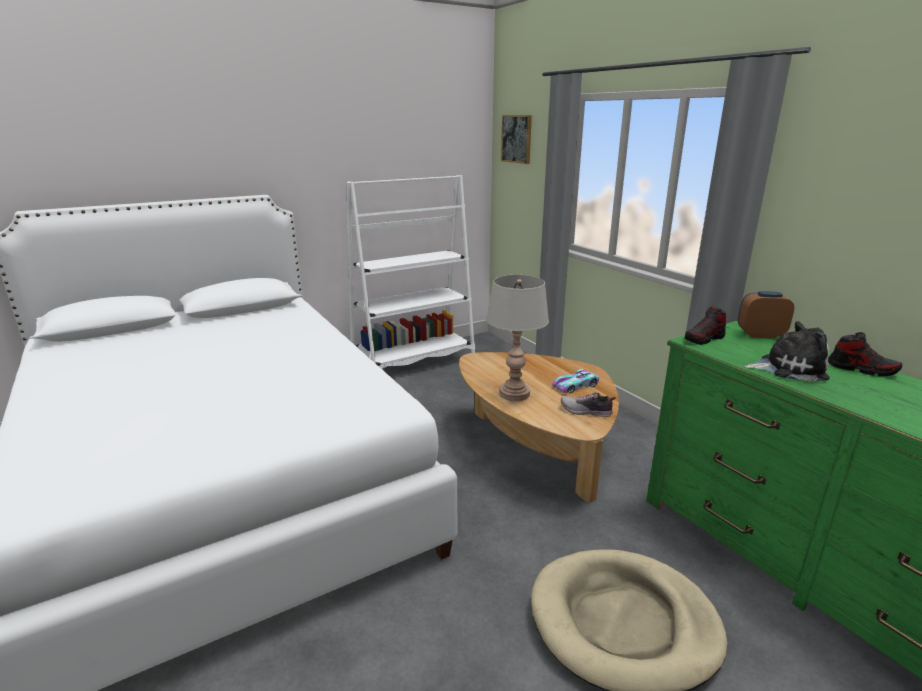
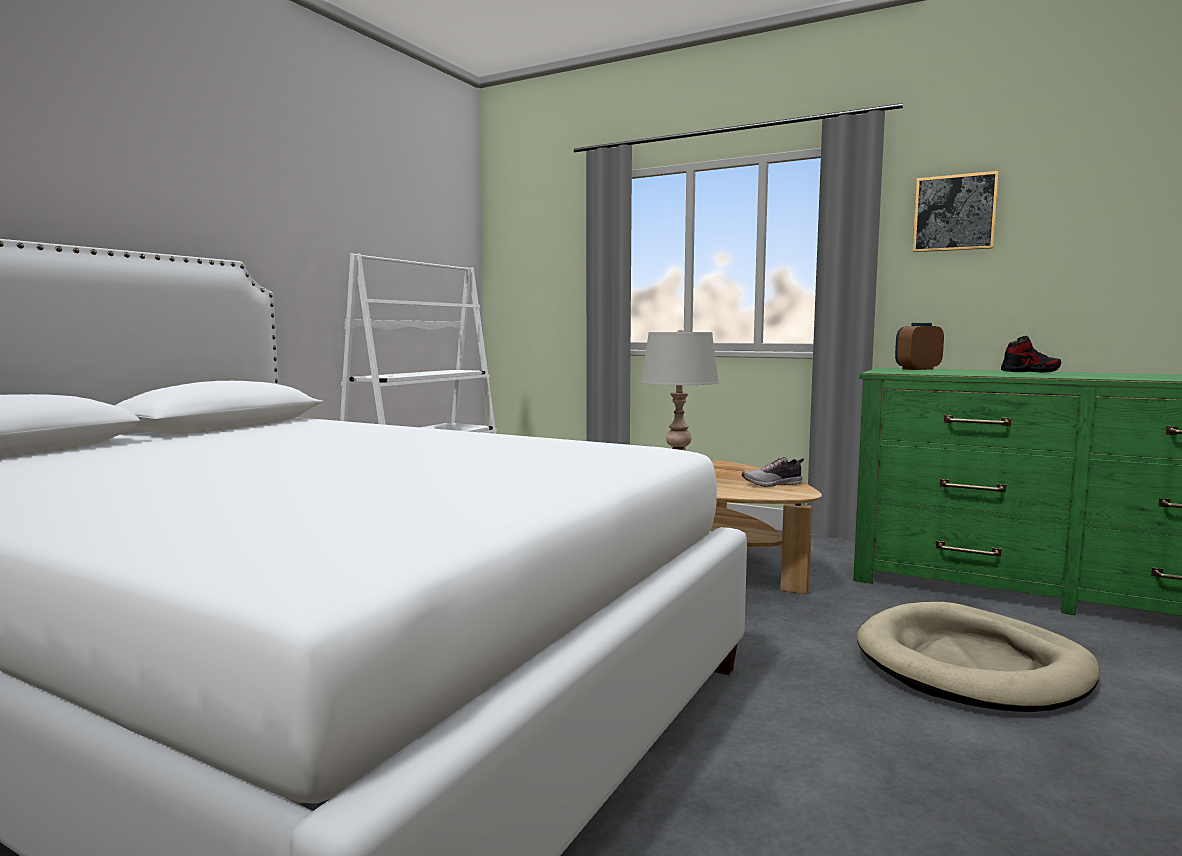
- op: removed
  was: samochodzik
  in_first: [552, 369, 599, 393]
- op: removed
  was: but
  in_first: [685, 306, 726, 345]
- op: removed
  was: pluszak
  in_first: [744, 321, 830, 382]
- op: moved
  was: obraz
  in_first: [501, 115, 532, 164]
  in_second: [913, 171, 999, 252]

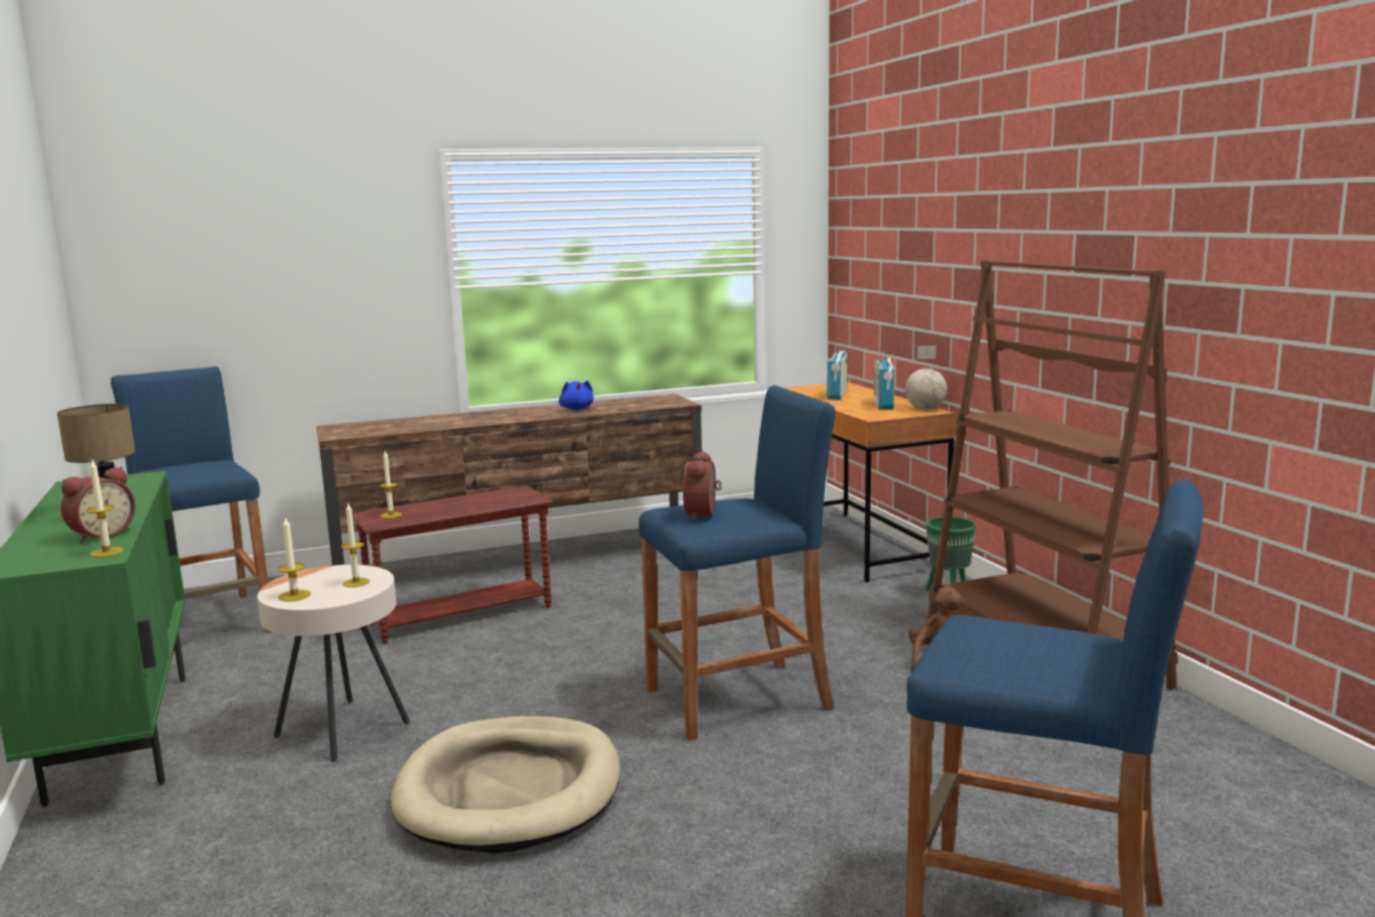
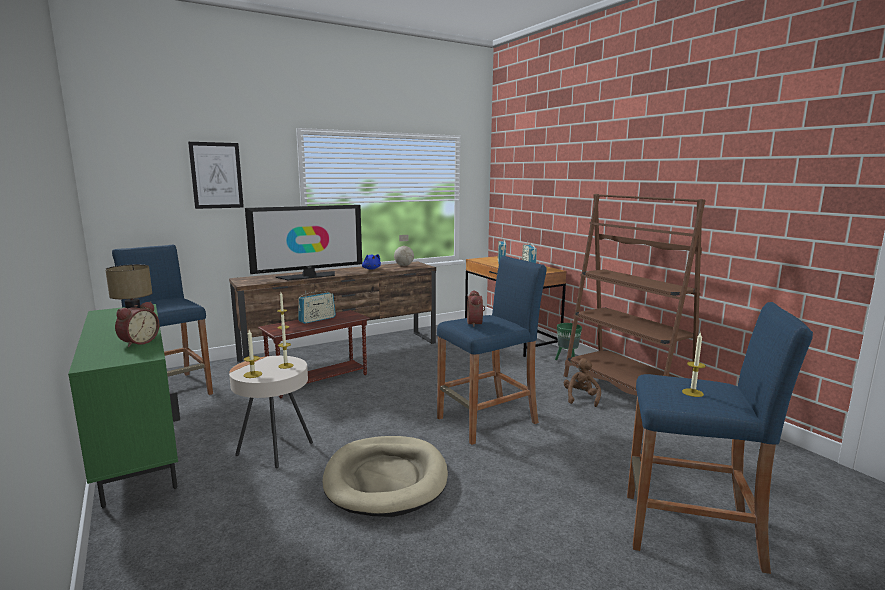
- op: added
  now: obraz
  in_second: [188, 142, 244, 209]
- op: added
  now: telewizor
  in_second: [245, 205, 362, 280]
- op: added
  now: radio
  in_second: [298, 291, 336, 324]
- op: moved
  was: świeca
  in_first: [86, 460, 124, 557]
  in_second: [682, 332, 706, 397]
- op: moved
  was: globus
  in_first: [905, 345, 947, 410]
  in_second: [394, 235, 414, 266]

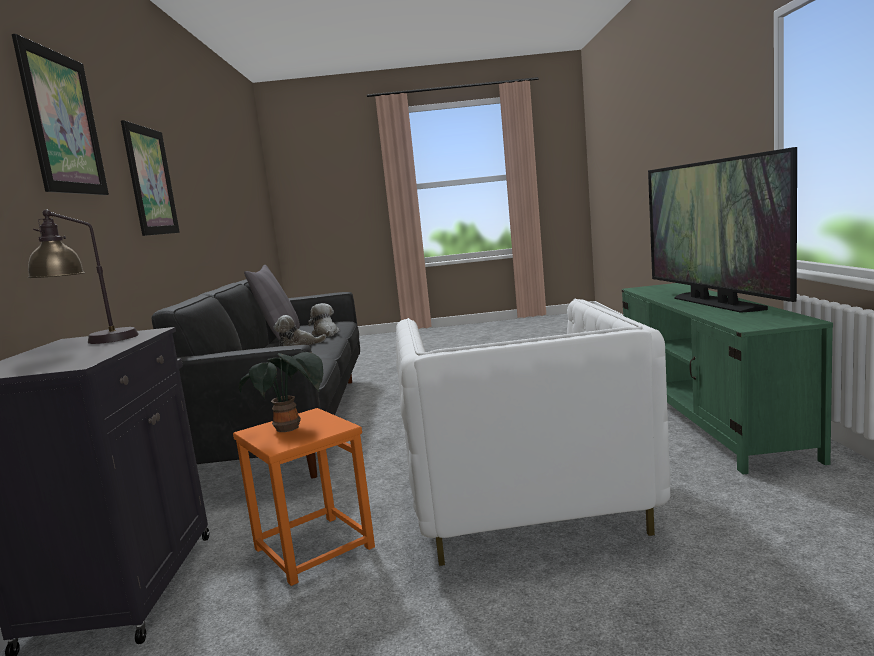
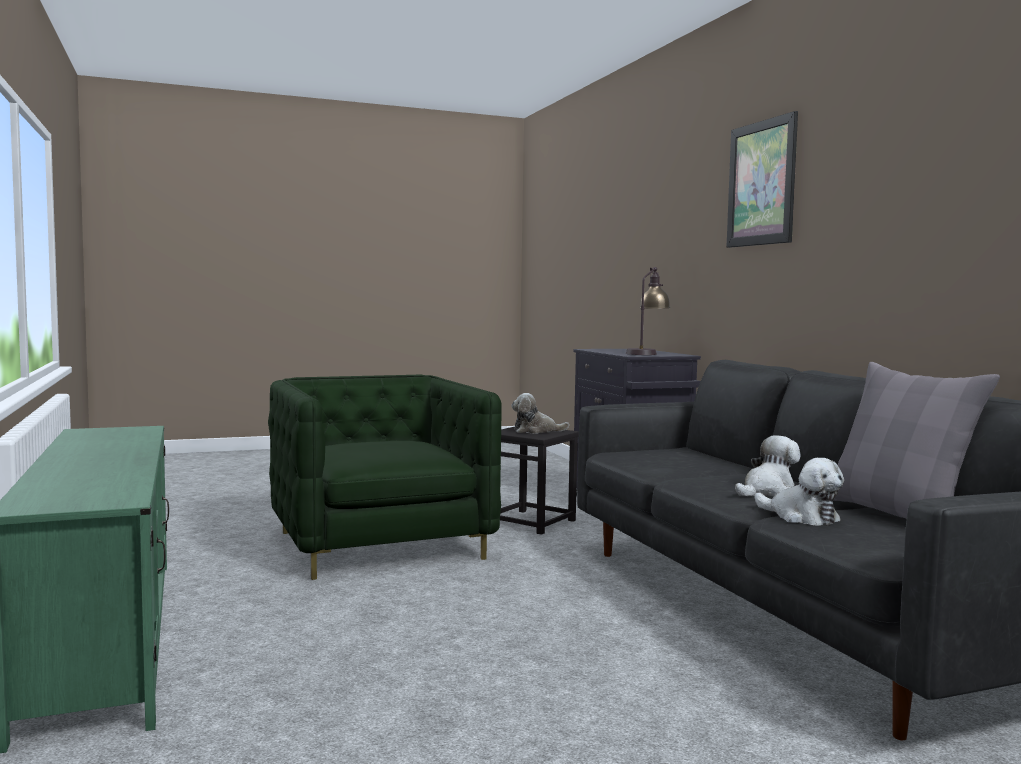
- op: removed
  was: obraz
  in_first: [121, 120, 180, 236]
- op: removed
  was: telewizor
  in_first: [648, 147, 797, 313]
- op: replaced
  was: roślina doniczkowa
  now: pluszak
  in_first: [239, 352, 323, 432]
  in_second: [511, 393, 569, 434]
- op: recoloured
  was: stołek/pomarańczowy
  now: stołek/czarny
  in_first: [233, 408, 375, 586]
  in_second: [500, 427, 579, 535]
- op: recoloured
  was: fotel/biały
  now: fotel/zielony
  in_first: [396, 299, 670, 566]
  in_second: [268, 375, 502, 580]

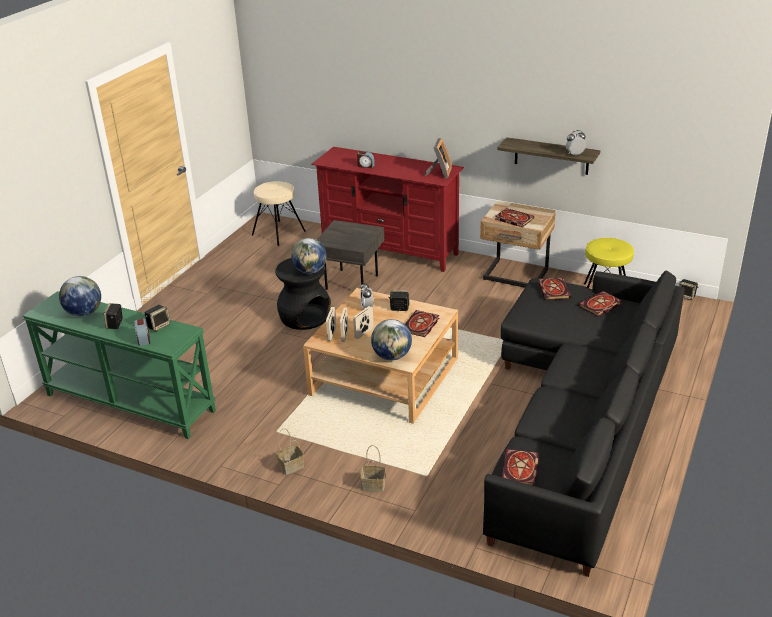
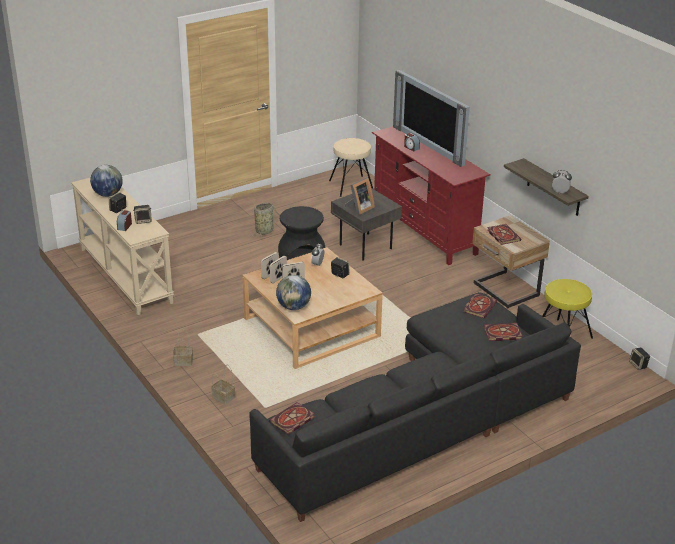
- op: removed
  was: globus
  in_first: [291, 238, 327, 274]
- op: removed
  was: książka
  in_first: [405, 310, 439, 337]
- op: added
  now: koszyk
  in_second: [250, 203, 280, 238]
- op: added
  now: telewizor
  in_second: [393, 70, 470, 167]
- op: moved
  was: ramka na zdjęcie
  in_first: [424, 138, 452, 179]
  in_second: [345, 178, 375, 215]
- op: recoloured
  was: stolik konsolowy/zielony
  now: stolik konsolowy/beżowy
  in_first: [23, 291, 216, 439]
  in_second: [71, 177, 174, 315]

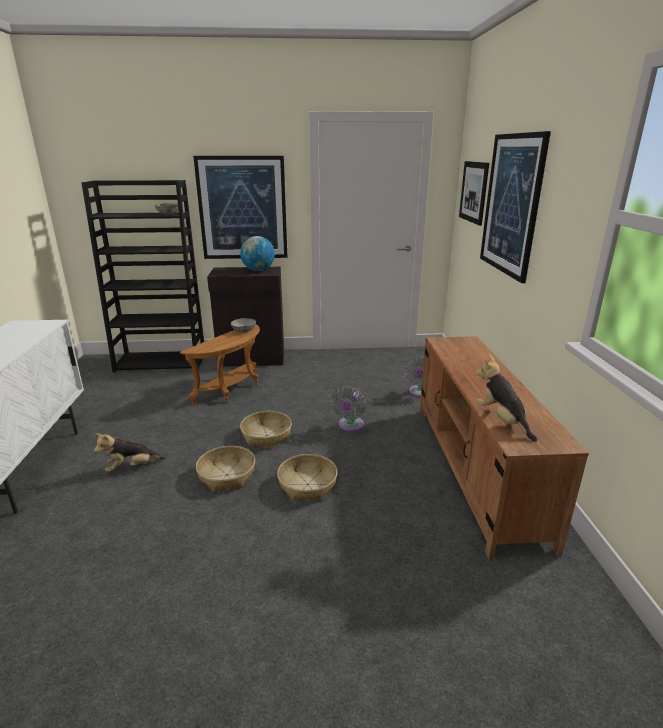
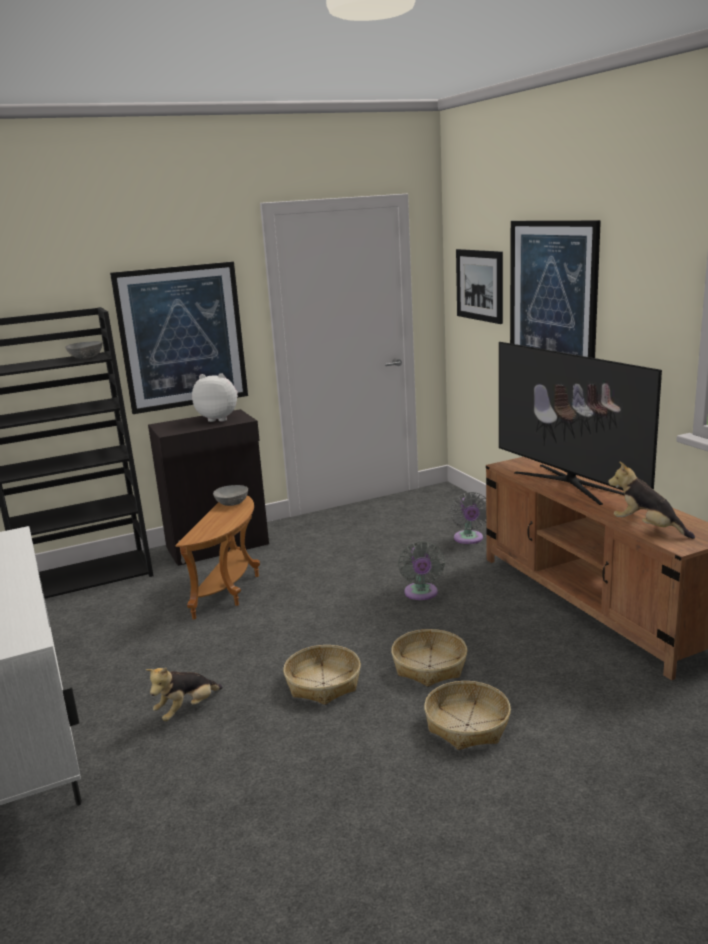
- op: added
  now: telewizor
  in_second: [499, 342, 662, 505]
- op: moved
  was: koszyk
  in_first: [240, 411, 292, 448]
  in_second: [424, 681, 511, 750]
- op: replaced
  was: globus
  now: pluszak
  in_first: [240, 236, 275, 271]
  in_second: [192, 373, 238, 422]

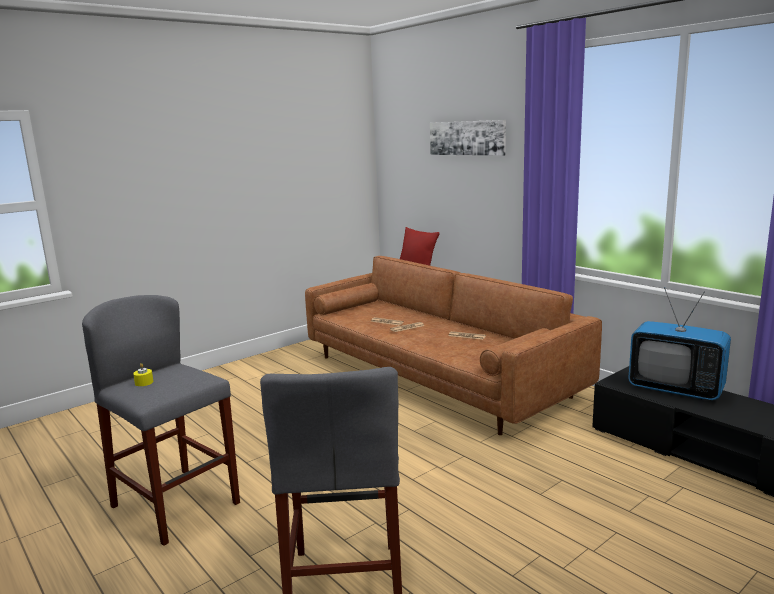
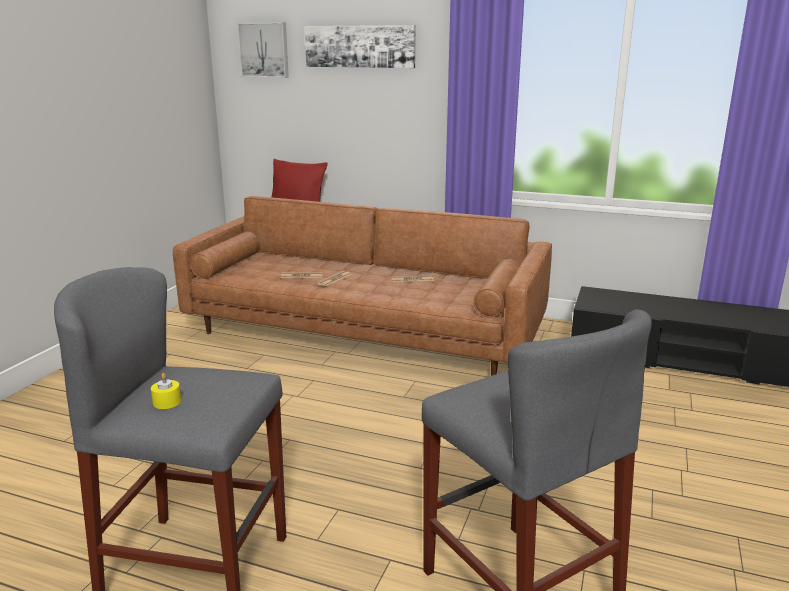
- op: removed
  was: telewizor
  in_first: [628, 287, 731, 400]
- op: added
  now: obraz
  in_second: [237, 23, 289, 78]

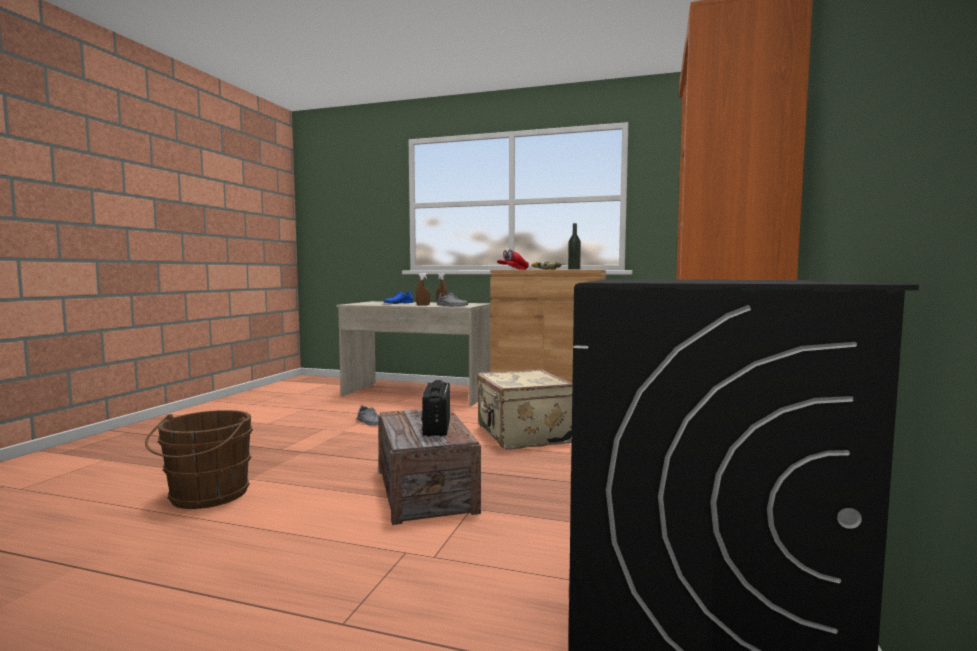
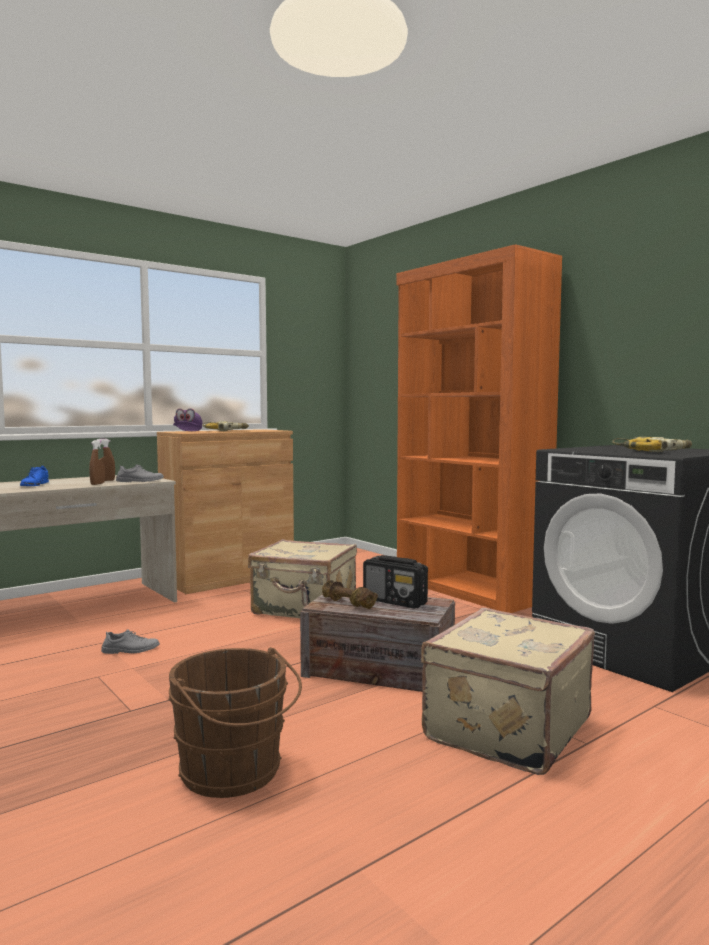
- op: removed
  was: butelka
  in_first: [568, 223, 581, 270]
- op: added
  now: hantel/brązowy
  in_second: [322, 580, 378, 609]
- op: added
  now: walizka/beżowy
  in_second: [421, 608, 595, 775]
- op: added
  now: wiertarka
  in_second: [612, 437, 692, 452]
- op: recoloured
  was: czapka z daszkiem/czerwony
  now: czapka z daszkiem/fioletowy
  in_first: [497, 250, 529, 270]
  in_second: [173, 408, 202, 431]

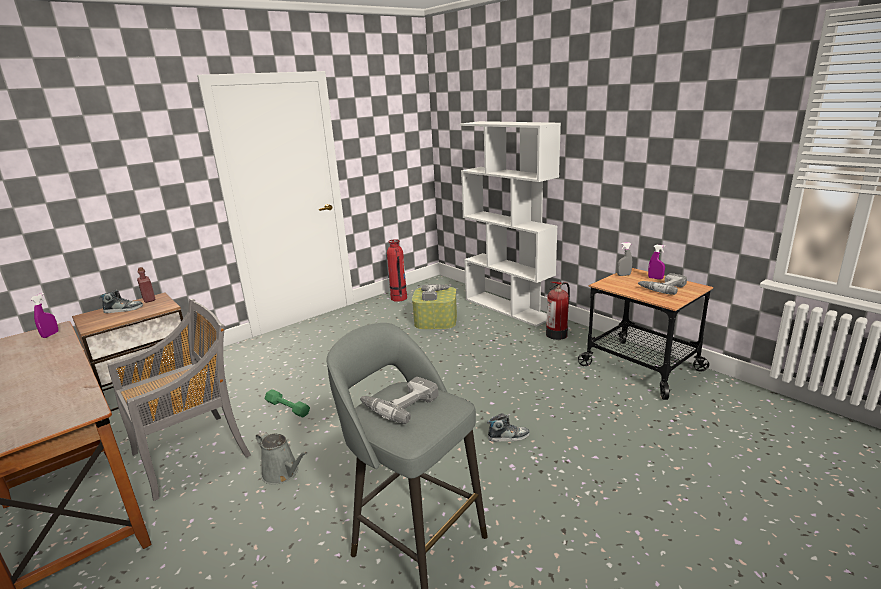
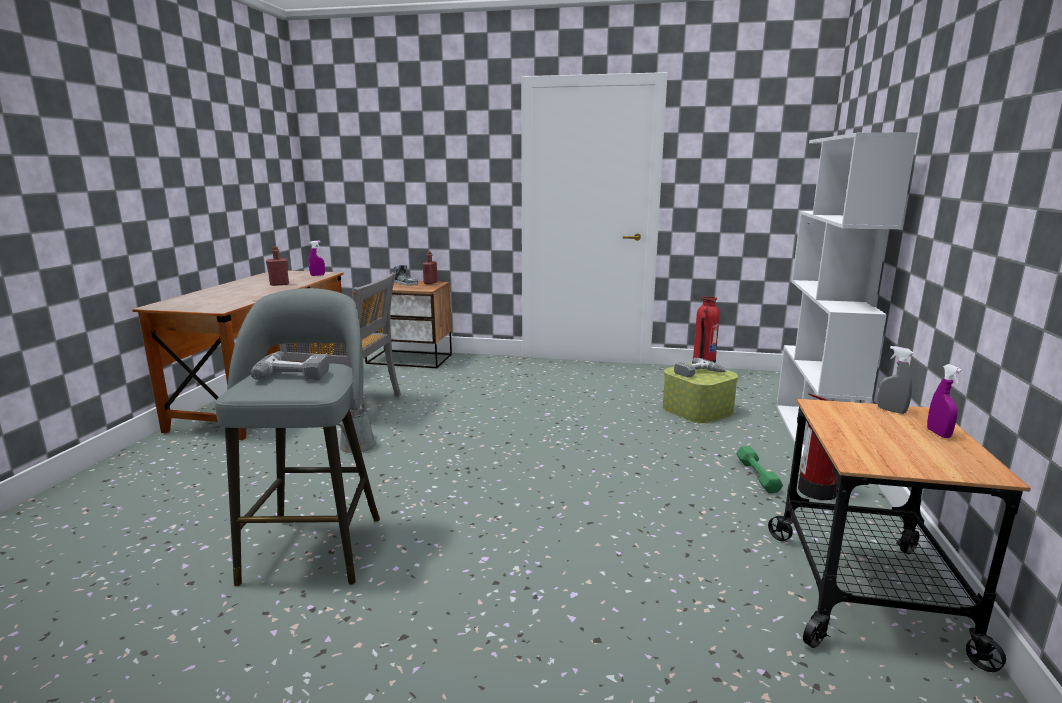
- op: removed
  was: but
  in_first: [487, 413, 530, 442]
- op: removed
  was: wiertarka
  in_first: [638, 273, 687, 295]
- op: added
  now: butelka/czerwony
  in_second: [266, 246, 289, 286]
- op: moved
  was: hantel/zielony
  in_first: [265, 389, 310, 418]
  in_second: [736, 446, 783, 493]

